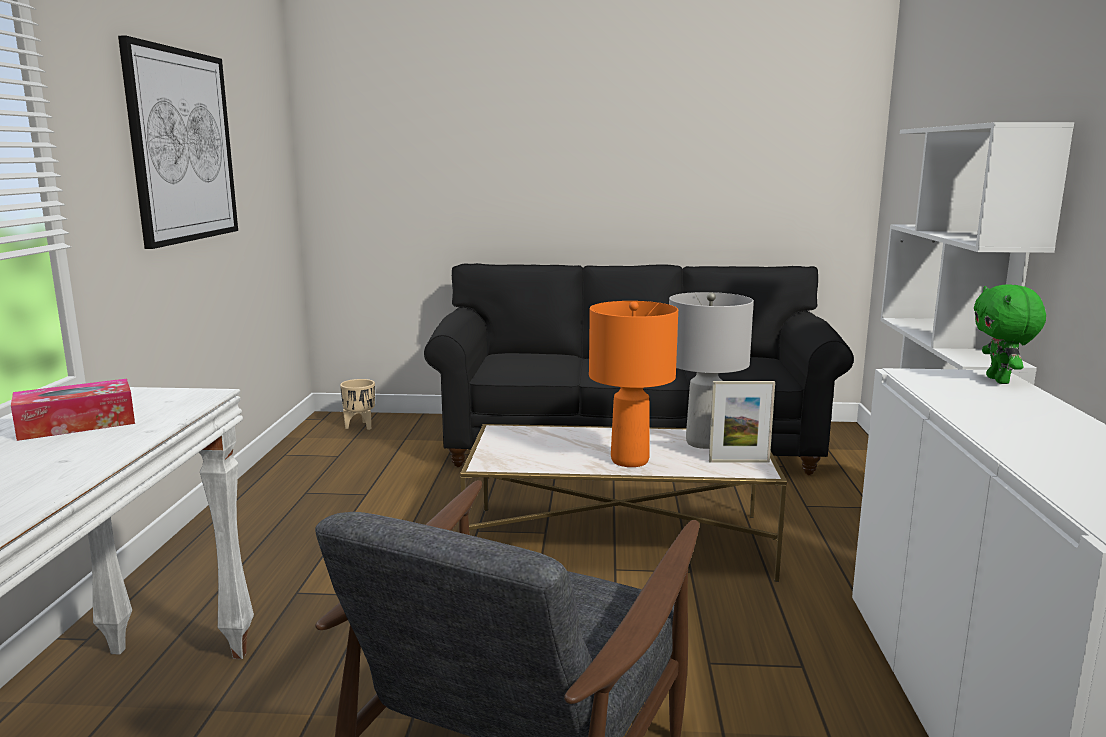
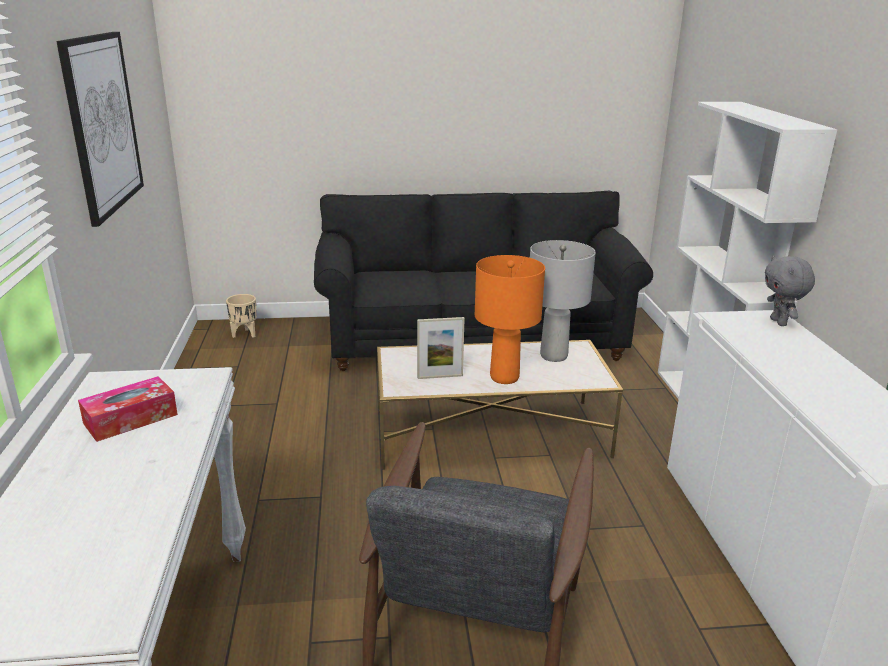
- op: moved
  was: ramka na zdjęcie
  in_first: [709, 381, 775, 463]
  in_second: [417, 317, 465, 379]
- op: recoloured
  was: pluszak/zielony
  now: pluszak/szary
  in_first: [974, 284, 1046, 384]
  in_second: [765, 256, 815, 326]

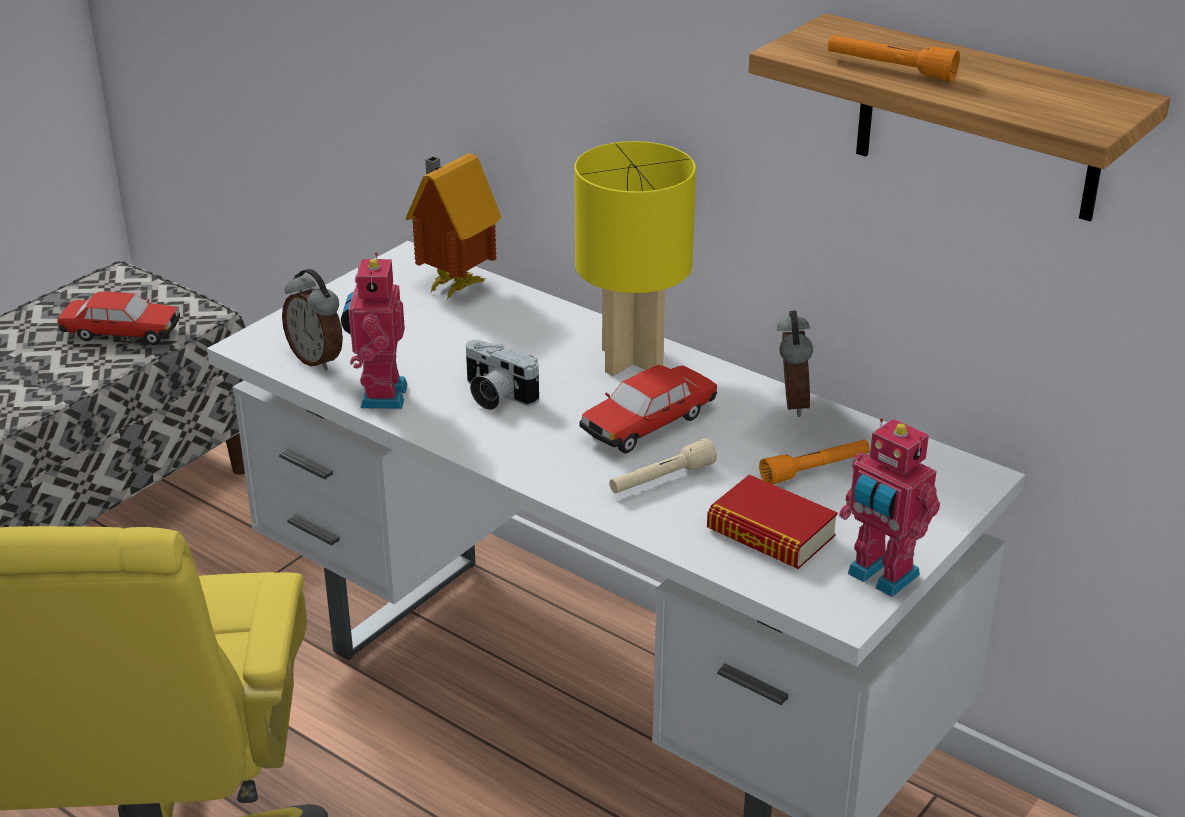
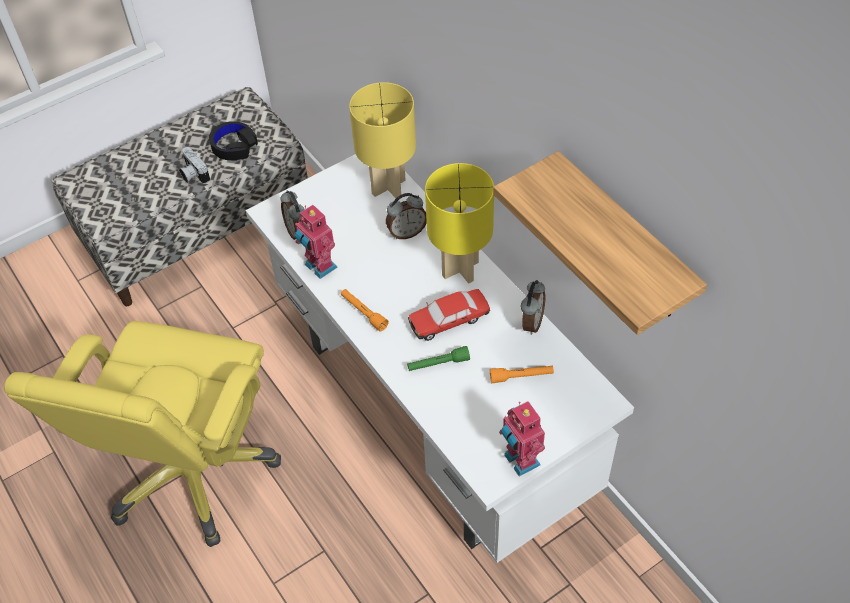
- op: removed
  was: książka
  in_first: [707, 474, 838, 569]
- op: added
  now: budzik
  in_second: [386, 193, 427, 239]
- op: moved
  was: aparat fotograficzny
  in_first: [466, 340, 539, 410]
  in_second: [179, 147, 210, 184]
- op: moved
  was: latarka/pomarańczowy
  in_first: [828, 35, 960, 82]
  in_second: [341, 289, 389, 332]
- op: replaced
  was: samochodzik
  now: słuchawki/czarny
  in_first: [57, 291, 180, 345]
  in_second: [209, 121, 258, 160]
- op: replaced
  was: domek
  now: lampa stołowa/żółty
  in_first: [405, 154, 502, 301]
  in_second: [349, 82, 416, 198]
- op: recoloured
  was: latarka/beżowy
  now: latarka/zielony
  in_first: [609, 438, 717, 494]
  in_second: [407, 346, 470, 371]
- op: turned
  was: robot zabawkowy
  in_first: [341, 252, 408, 409]
  in_second: [295, 205, 337, 279]
  clockwise: -60

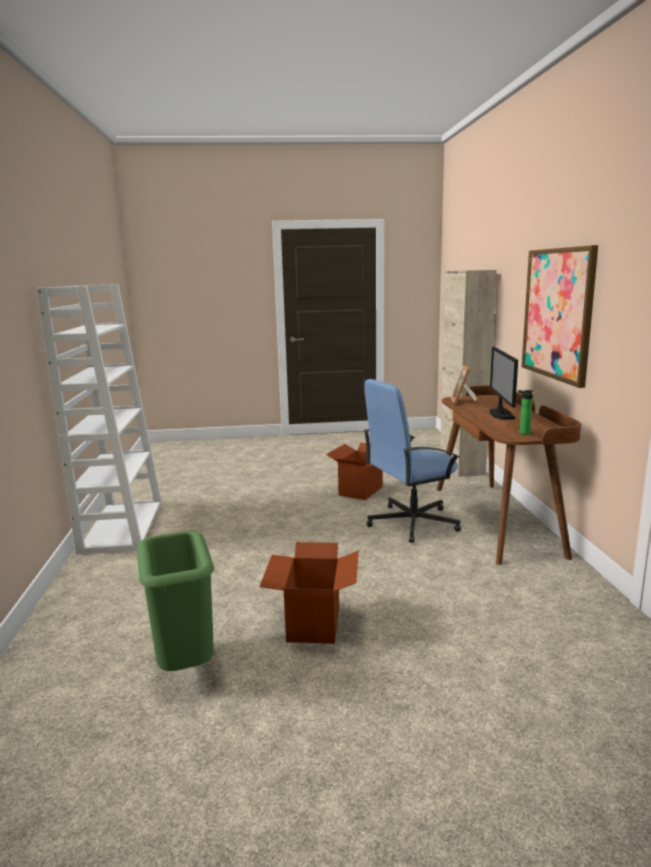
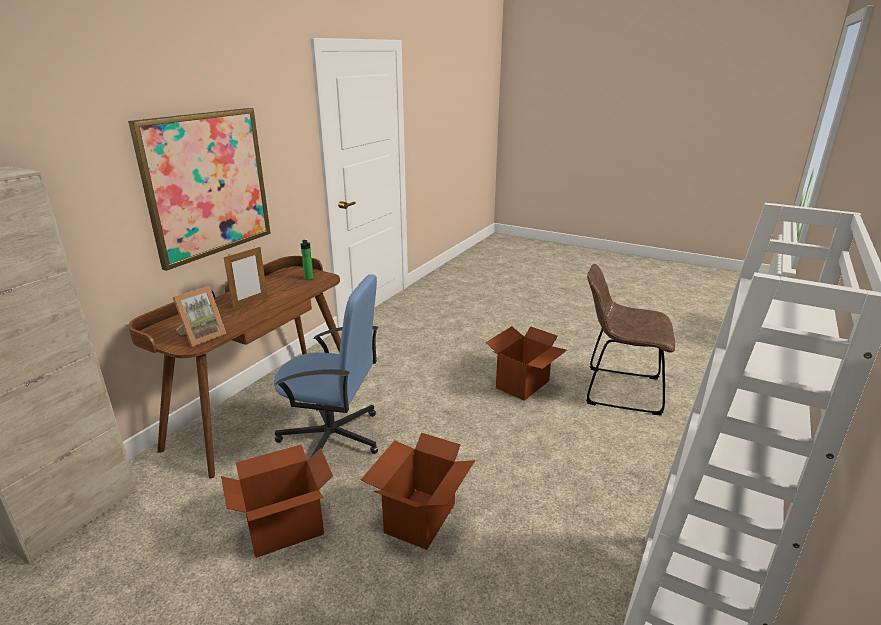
- op: added
  now: karton
  in_second: [361, 433, 475, 550]
- op: replaced
  was: kosz na śmieci/zielony
  now: krzesło/brązowy
  in_first: [137, 530, 214, 671]
  in_second: [586, 264, 675, 415]
- op: replaced
  was: monitor
  now: ramka na zdjęcie
  in_first: [490, 347, 518, 419]
  in_second: [224, 246, 267, 309]

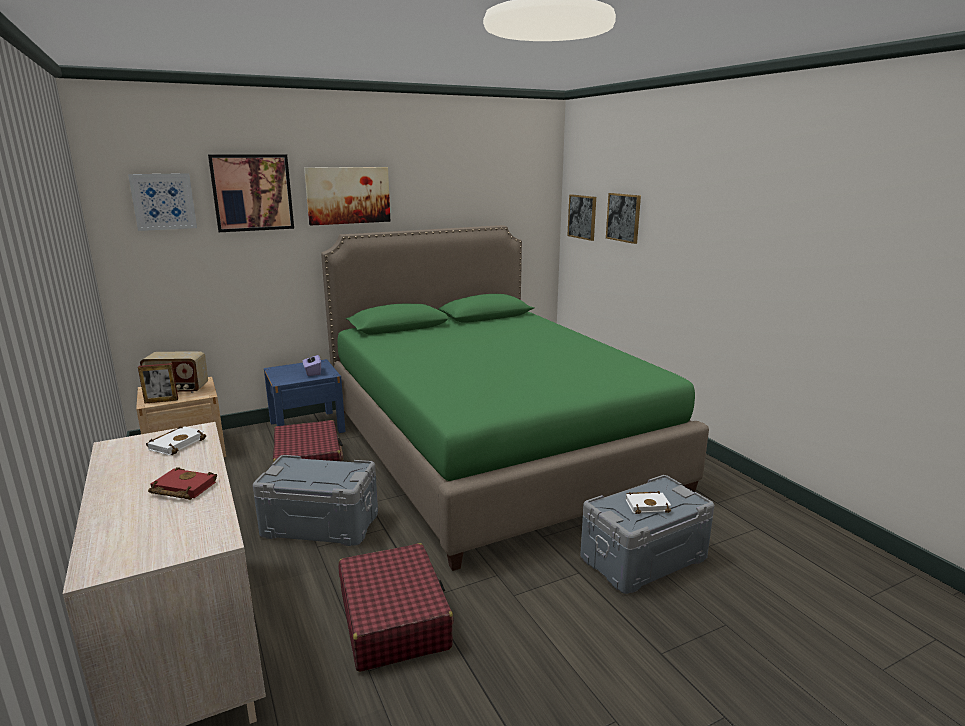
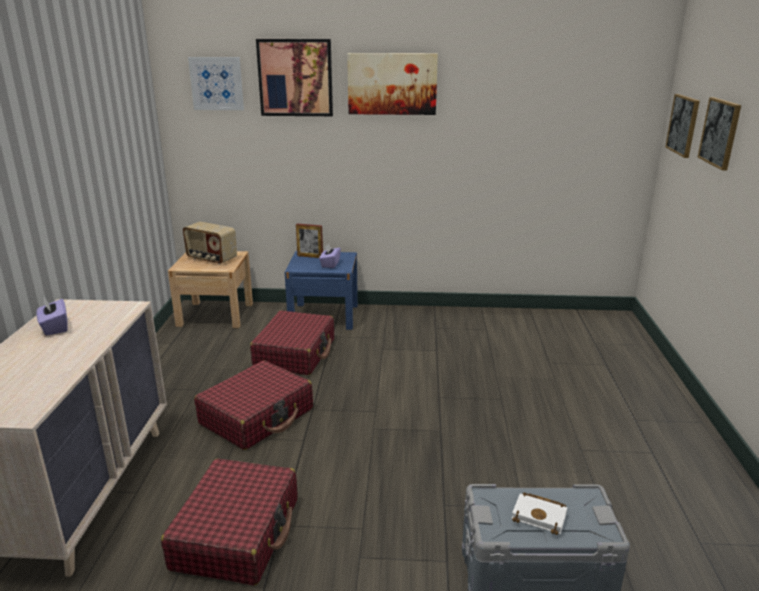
- op: removed
  was: książka/biały
  in_first: [146, 426, 206, 455]
- op: removed
  was: książka/czerwony
  in_first: [148, 467, 217, 500]
- op: removed
  was: łóżko/zielony
  in_first: [321, 225, 709, 571]
- op: added
  now: pudełko chusteczek/fioletowy
  in_second: [36, 297, 68, 336]
- op: moved
  was: ramka na zdjęcie
  in_first: [138, 363, 178, 404]
  in_second: [296, 224, 323, 258]
- op: replaced
  was: pojemnik do przechowywania/szary
  now: walizka/czerwony
  in_first: [253, 455, 378, 546]
  in_second: [194, 360, 313, 450]

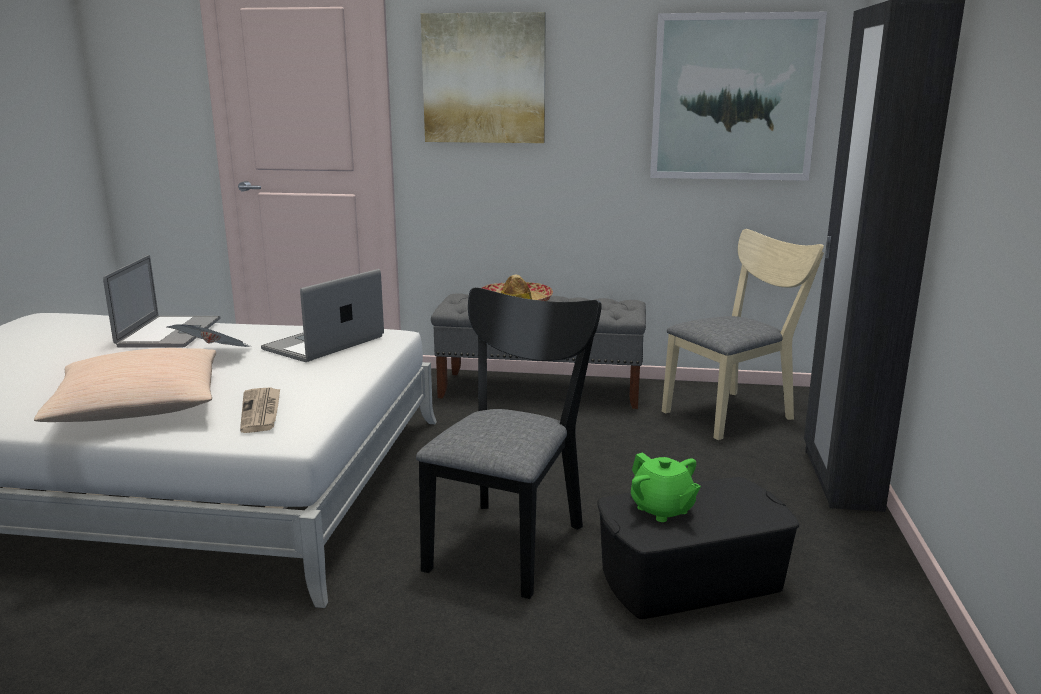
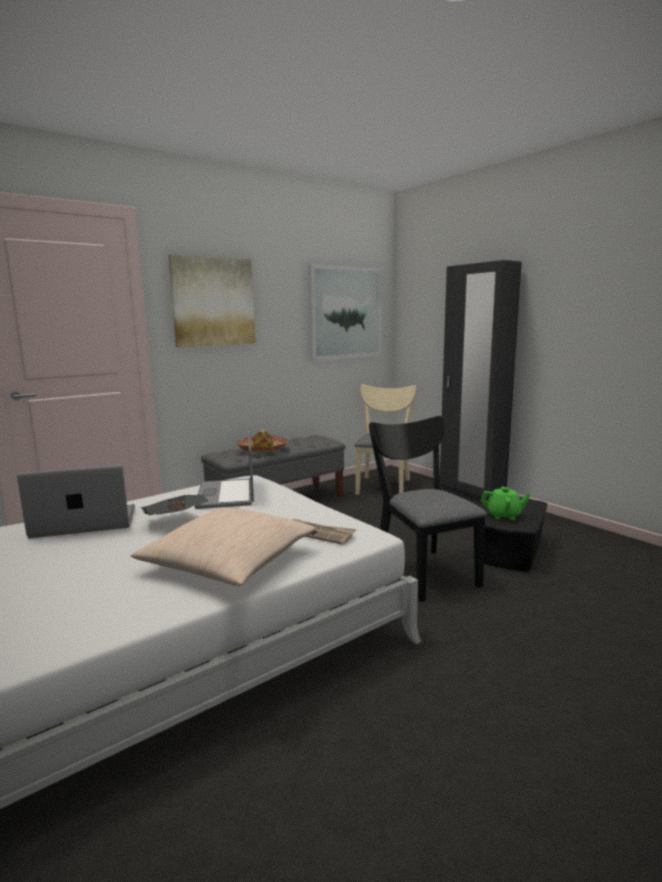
- op: turned
  was: laptop
  in_first: [103, 255, 221, 348]
  in_second: [17, 465, 135, 539]
  clockwise: -60

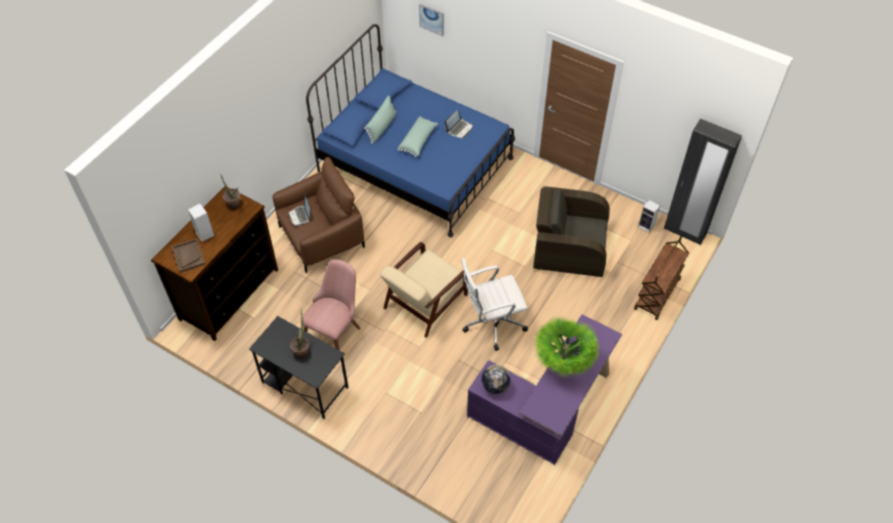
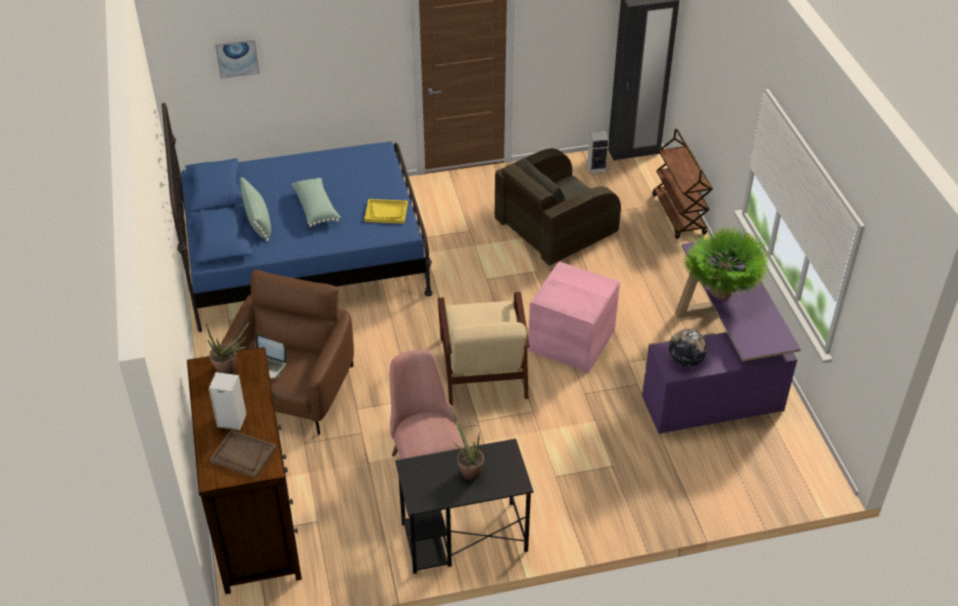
- op: removed
  was: laptop
  in_first: [445, 110, 473, 138]
- op: added
  now: taca/żółty
  in_second: [364, 199, 408, 224]
- op: replaced
  was: krzesło biurowe/biały
  now: pojemnik do przechowywania/różowy
  in_first: [461, 258, 528, 351]
  in_second: [528, 261, 620, 373]

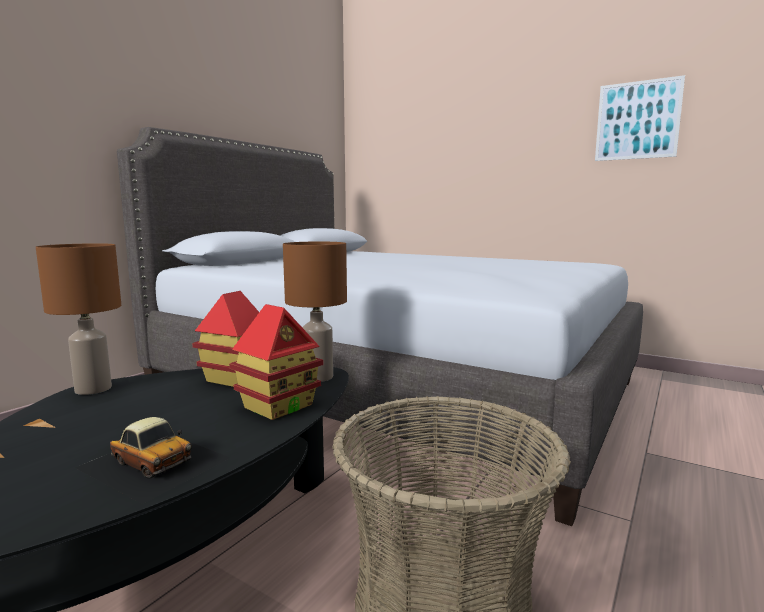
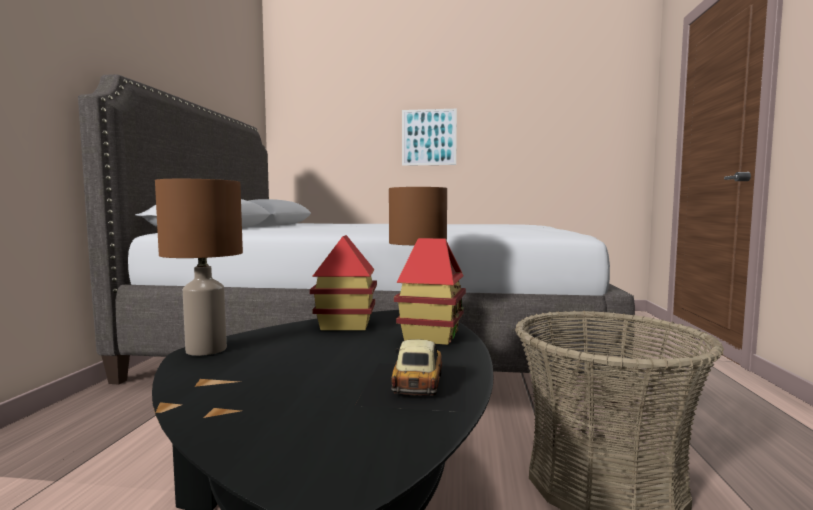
- op: moved
  was: obraz
  in_first: [595, 75, 685, 161]
  in_second: [402, 109, 457, 166]
- op: turned
  was: samochodzik
  in_first: [75, 417, 230, 504]
  in_second: [355, 339, 466, 412]
  clockwise: -90

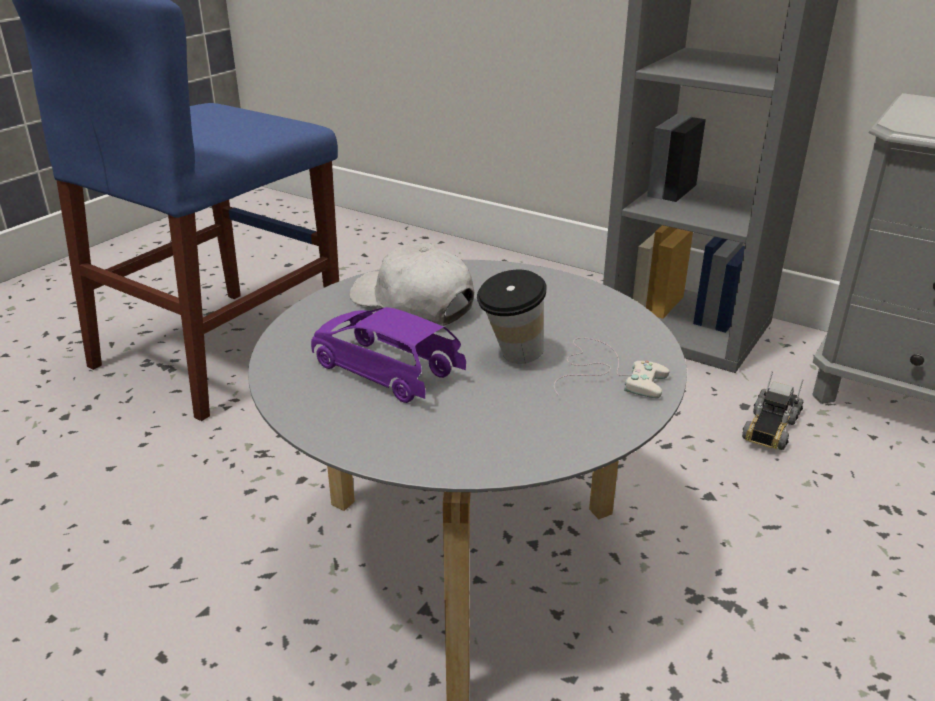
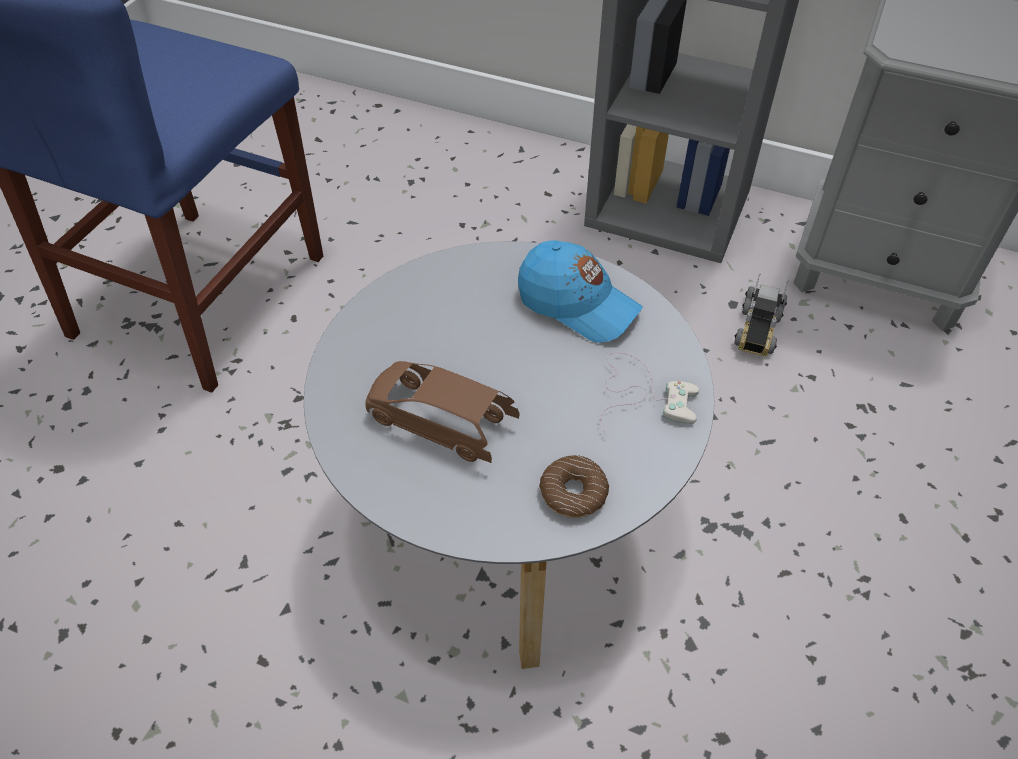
- op: removed
  was: czapka z daszkiem/biały
  in_first: [350, 243, 474, 326]
- op: removed
  was: filiżanka
  in_first: [477, 270, 546, 364]
- op: added
  now: czapka z daszkiem/niebieski
  in_second: [518, 241, 643, 343]
- op: added
  now: donut
  in_second: [539, 455, 609, 518]
- op: recoloured
  was: samochodzik/fioletowy
  now: samochodzik/brązowy
  in_first: [311, 307, 466, 403]
  in_second: [365, 361, 519, 463]

